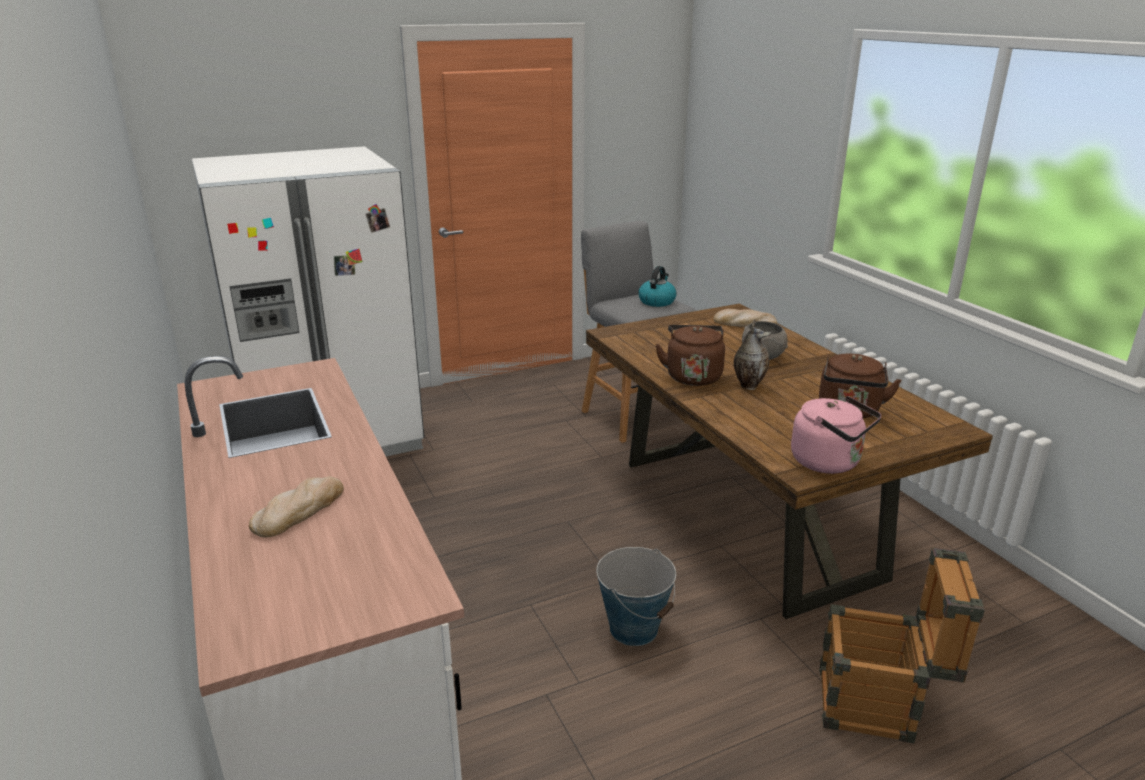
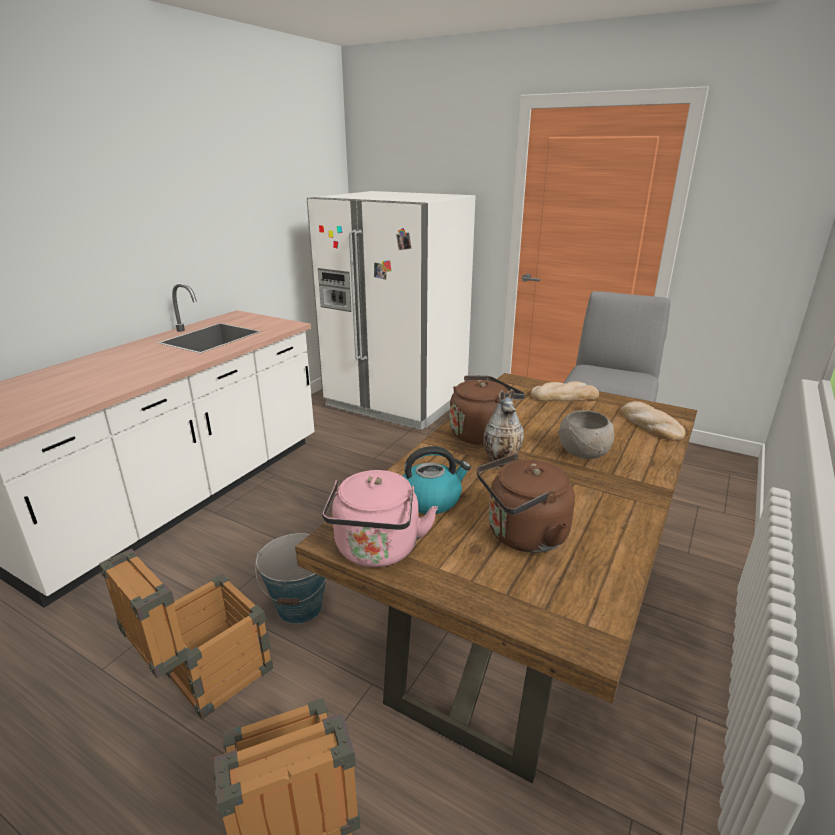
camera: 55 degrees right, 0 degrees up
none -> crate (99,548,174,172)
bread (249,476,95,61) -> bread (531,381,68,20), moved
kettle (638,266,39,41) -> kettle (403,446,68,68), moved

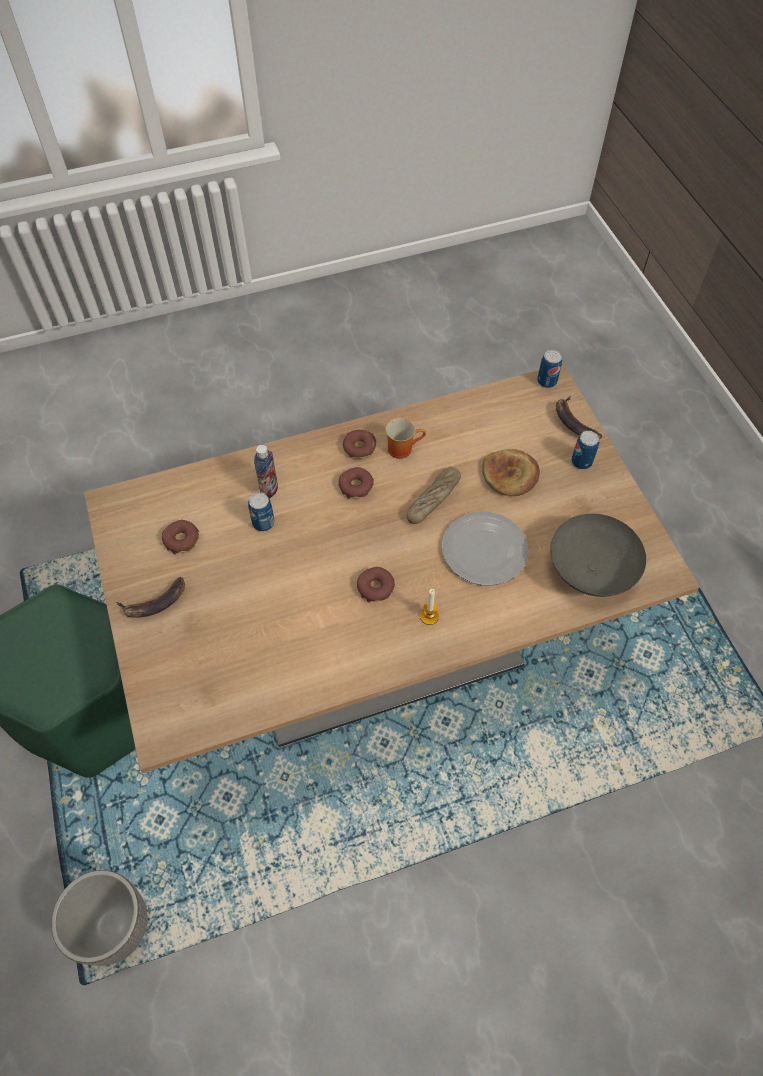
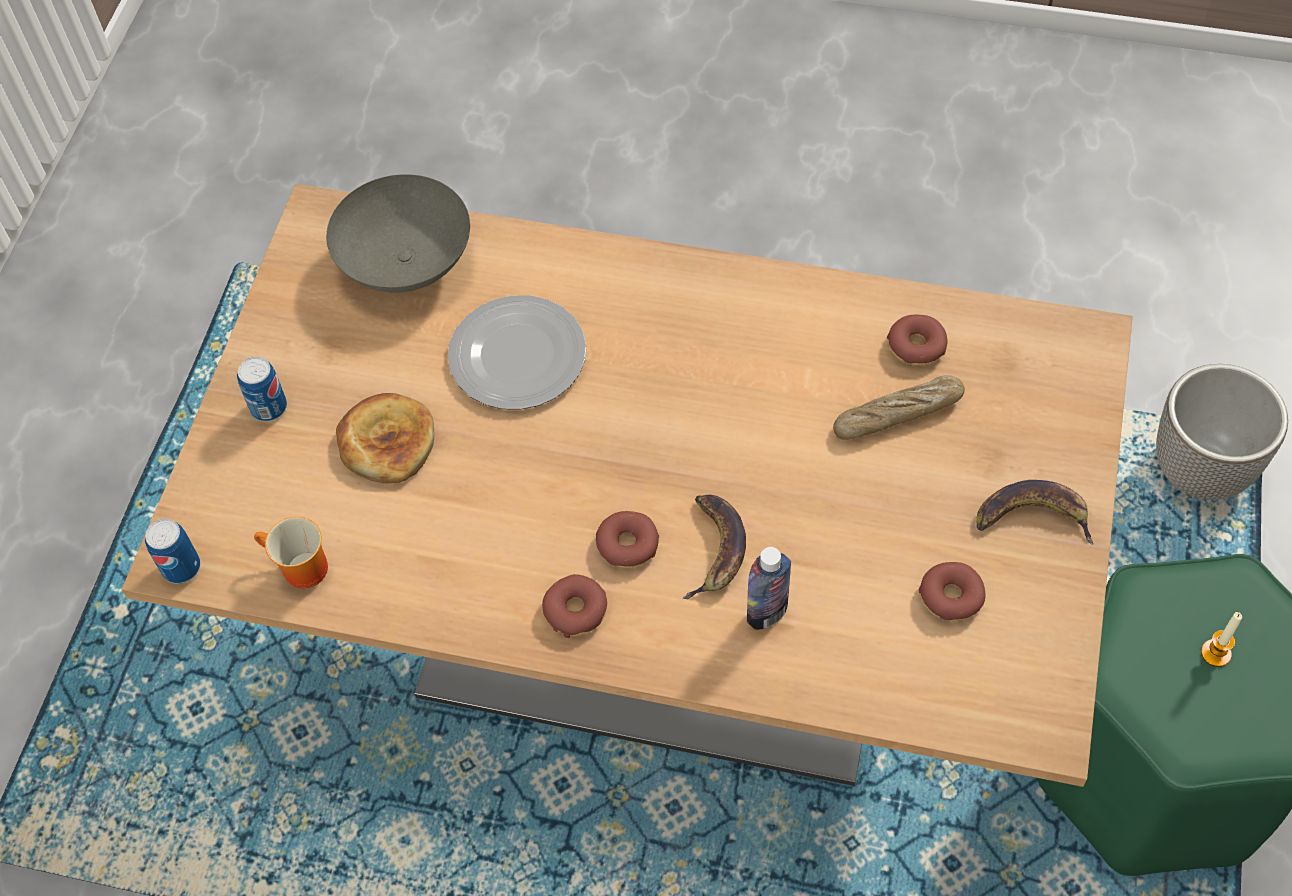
camera: 145 degrees left, 0 degrees up
can (248,492,27,40) -> none
donut (357,567,38,36) -> donut (887,315,60,51), moved
mug (385,418,41,41) -> mug (254,517,74,72), moved
bread (407,467,54,57) -> bread (833,375,132,65), moved
candle (420,589,19,36) -> candle (1201,612,41,55), moved
banana (556,396,46,43) -> banana (683,494,63,105), moved

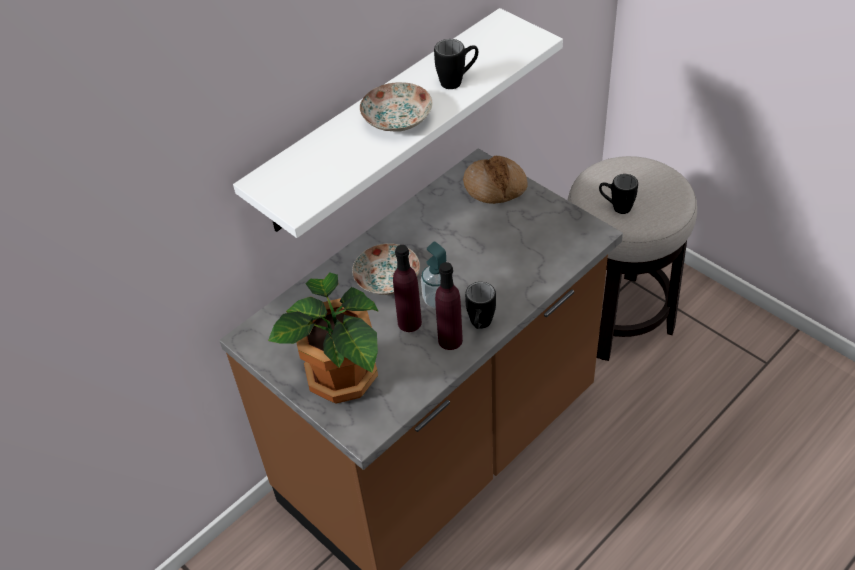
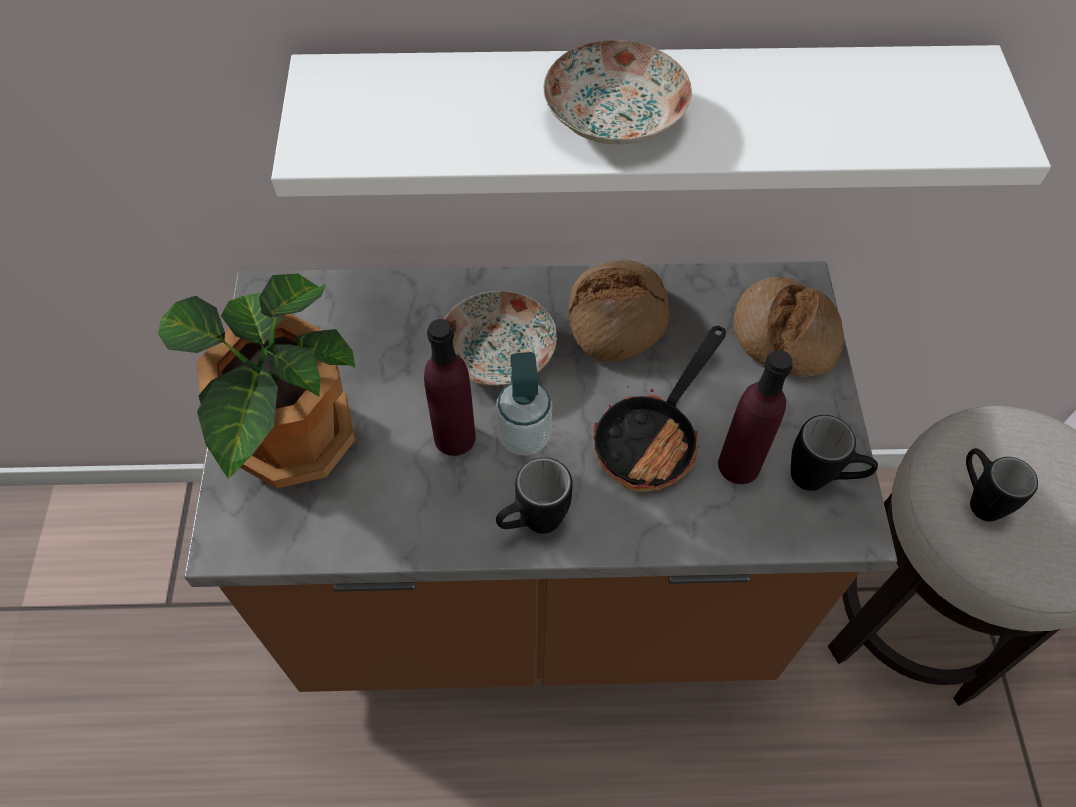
camera: 40 degrees right, 10 degrees up
none -> bread (568,259,102,103)
none -> frying pan (593,326,133,166)
black mug (434,39,44,50) -> black mug (791,415,87,76), moved
purple bottle (435,262,28,88) -> purple bottle (718,350,75,134), moved

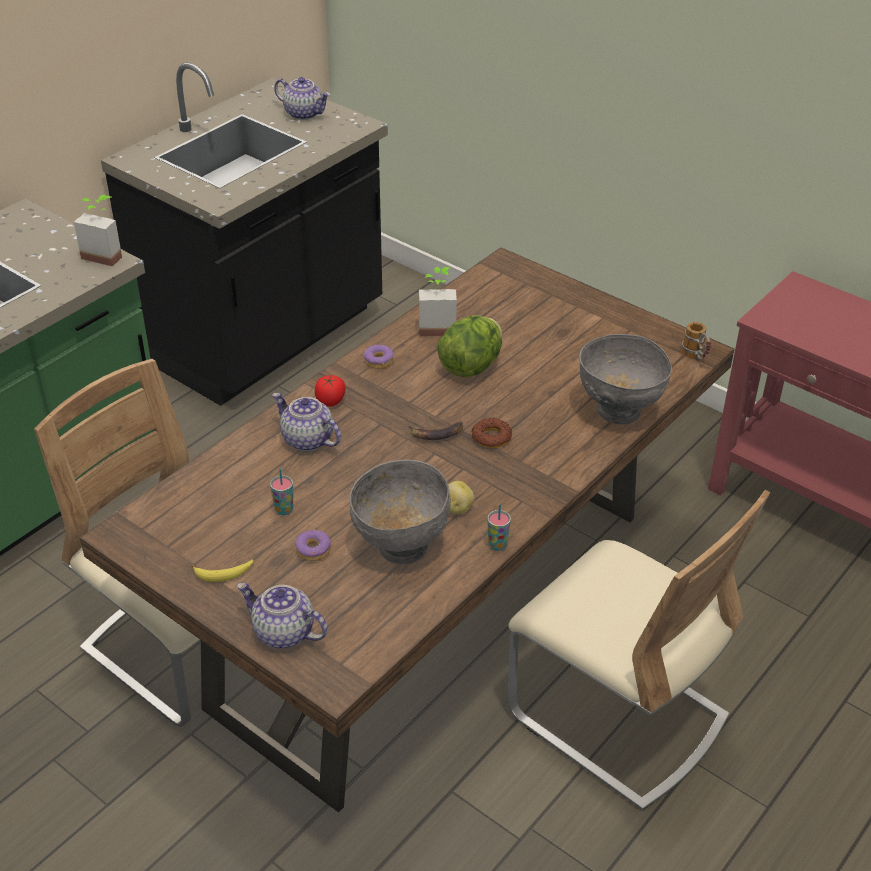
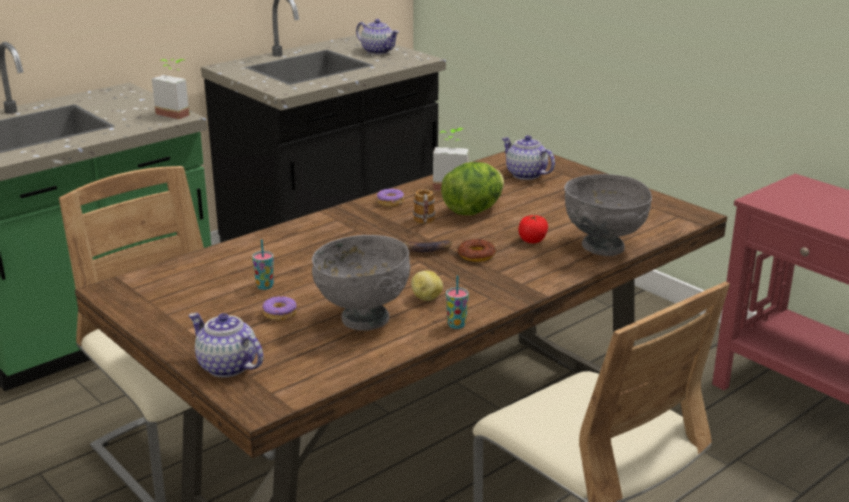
camera: 10 degrees right, 15 degrees down
banana (191,560,63,22) -> none
teapot (272,392,69,59) -> teapot (502,135,53,45), moved
tomato (315,375,31,32) -> tomato (518,215,30,28), moved
mug (682,322,29,38) -> mug (413,189,22,35), moved

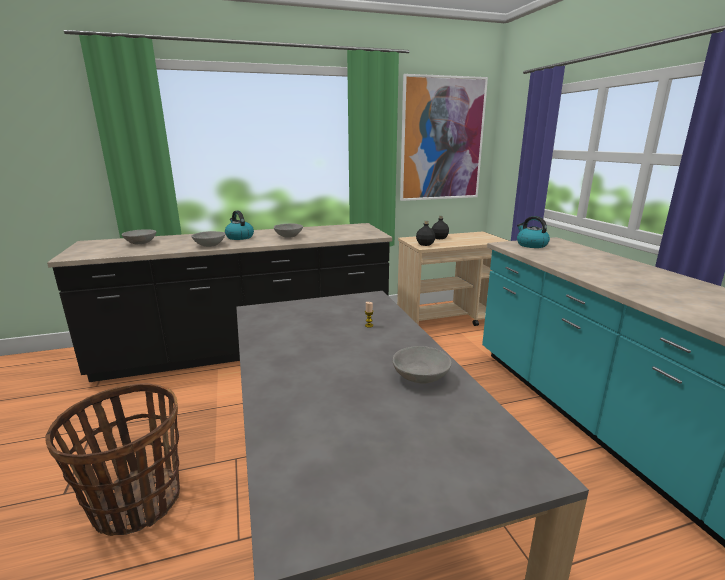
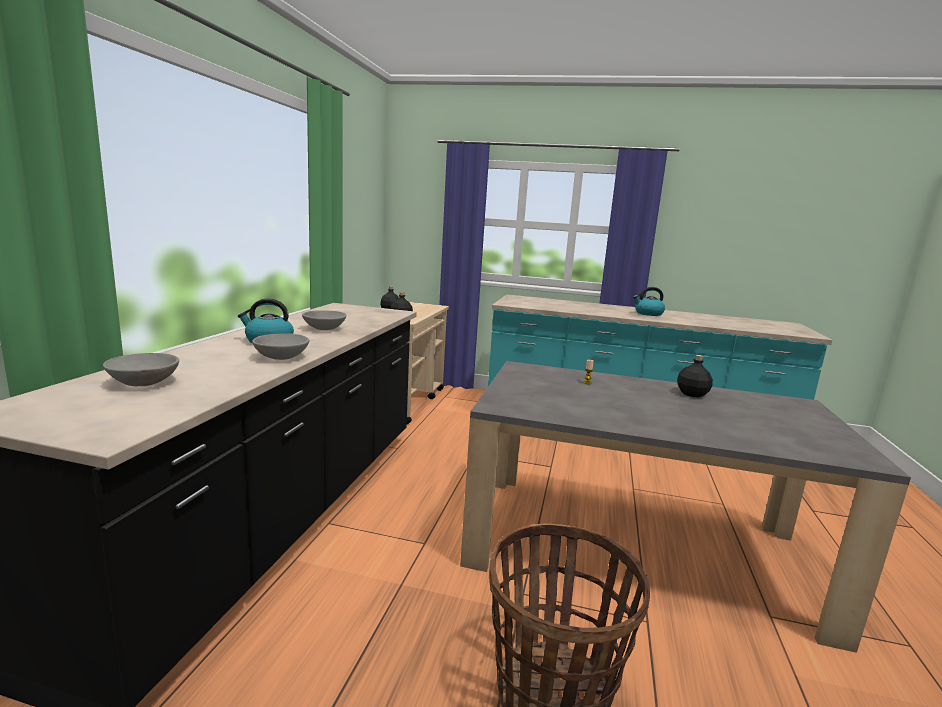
camera: 60 degrees left, 5 degrees down
picture (400,74,88,127) -> none
kettle (517,216,33,32) -> kettle (633,287,32,29), moved
grey bowl (393,346,59,38) -> black bottle (677,355,36,42)

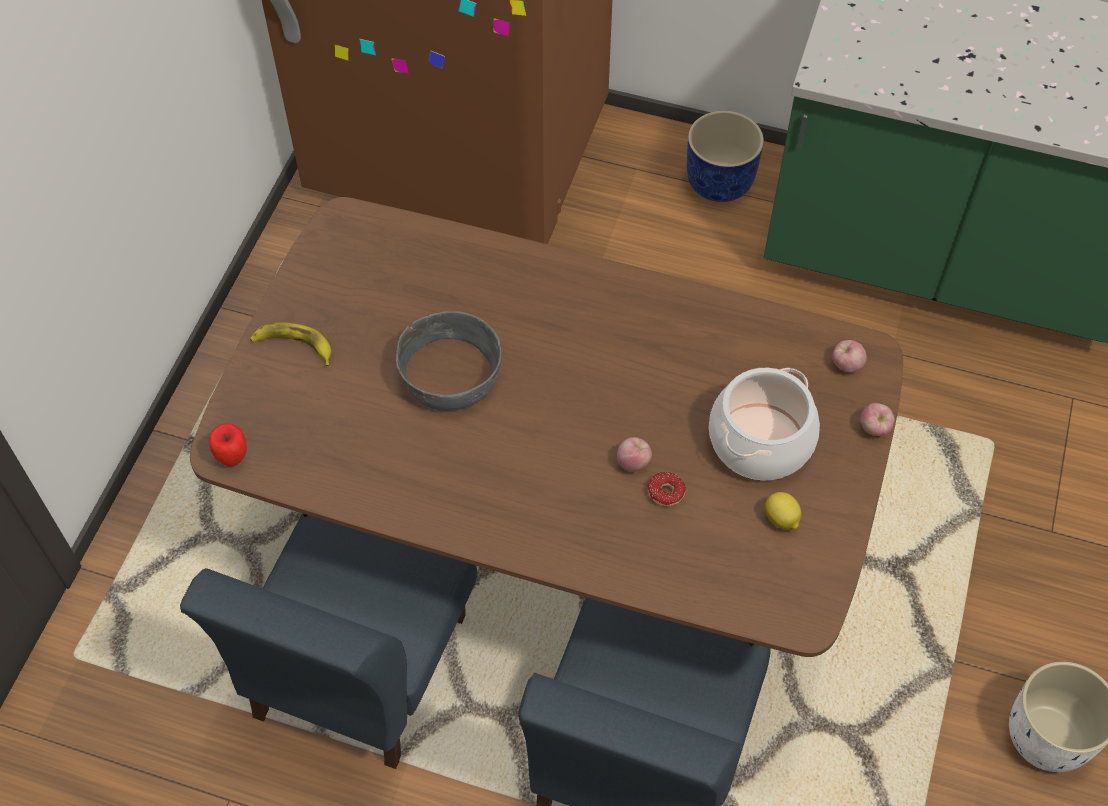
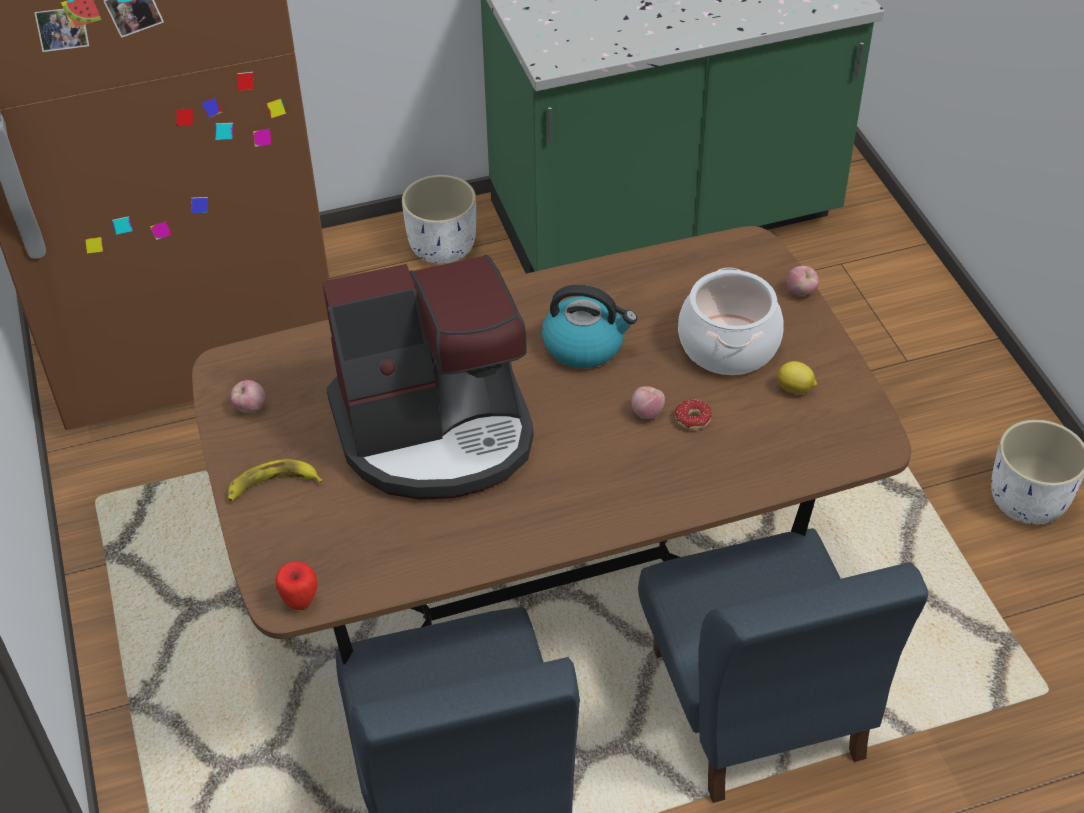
camera: 35 degrees left, 10 degrees down
none -> kettle (542,285,95,83)
apple (832,340,35,33) -> apple (231,380,35,33), moved
grey bowl (396,311,106,100) -> coffee machine (322,255,212,245)
blue planter (687,111,77,91) -> white planter (402,175,74,89)

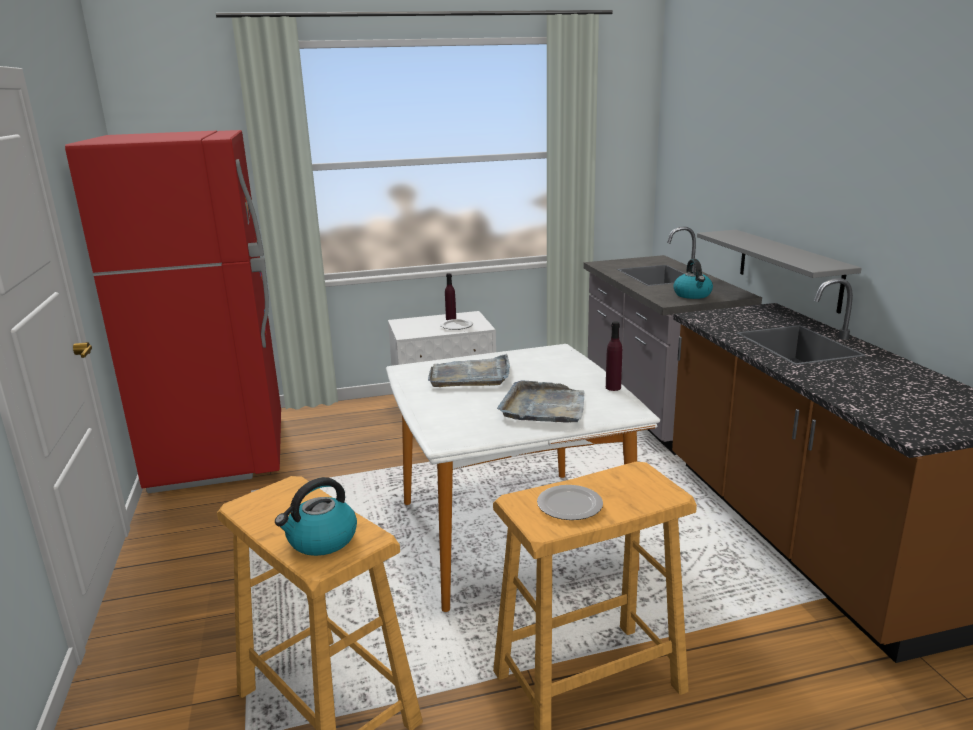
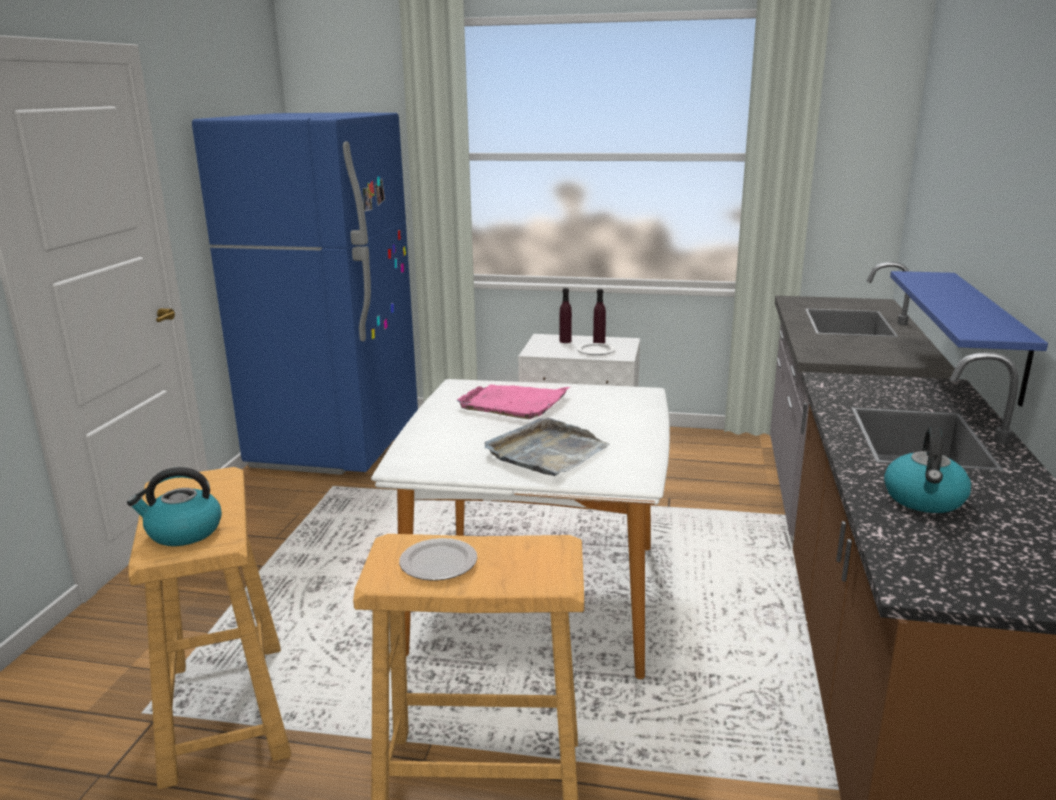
camera: 25 degrees right, 0 degrees up
purple bottle (606,321,16,70) -> purple bottle (559,288,13,55), moved
kettle (673,259,40,40) -> kettle (884,427,87,86), moved
red fridge (65,130,216,363) -> blue fridge (192,112,226,363)
grey tray (428,354,82,33) -> pink tray (457,384,113,35)
grey shelf (697,230,165,84) -> blue shelf (890,271,158,135)

